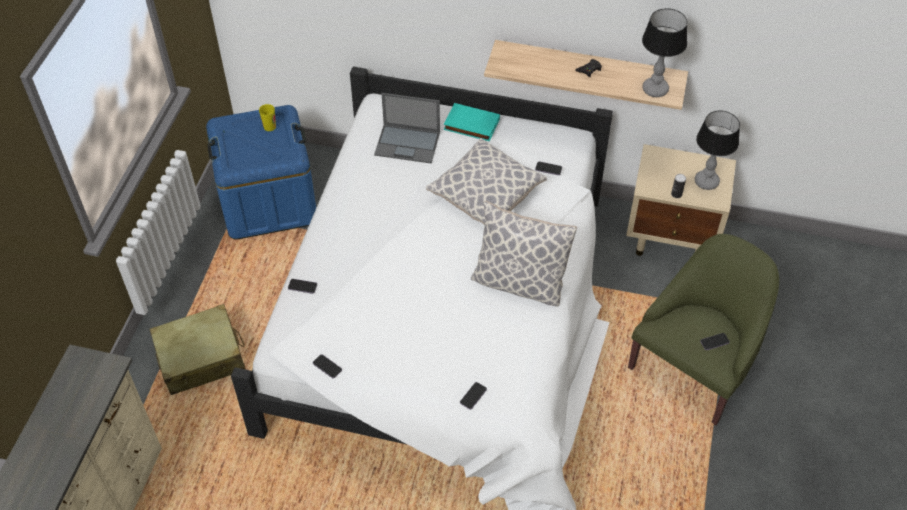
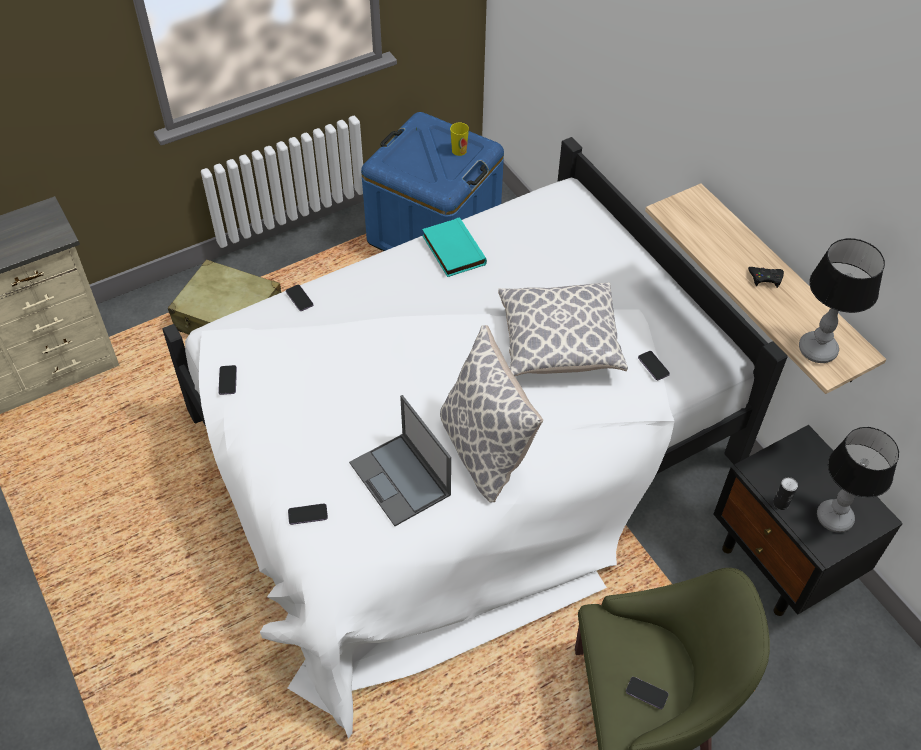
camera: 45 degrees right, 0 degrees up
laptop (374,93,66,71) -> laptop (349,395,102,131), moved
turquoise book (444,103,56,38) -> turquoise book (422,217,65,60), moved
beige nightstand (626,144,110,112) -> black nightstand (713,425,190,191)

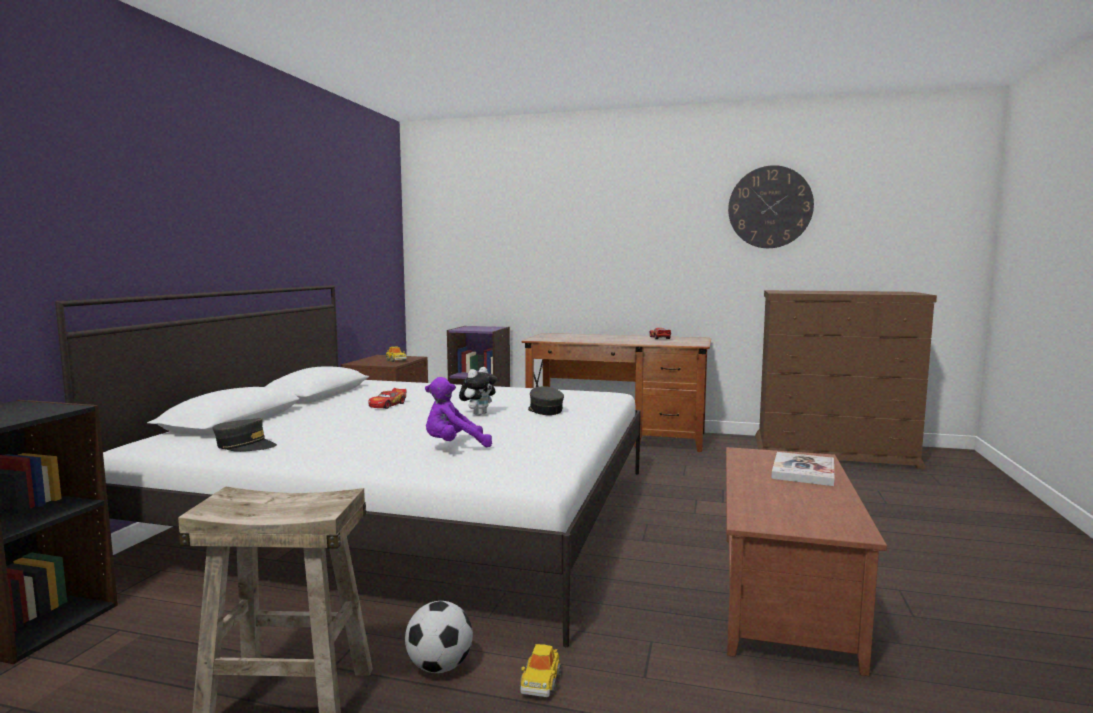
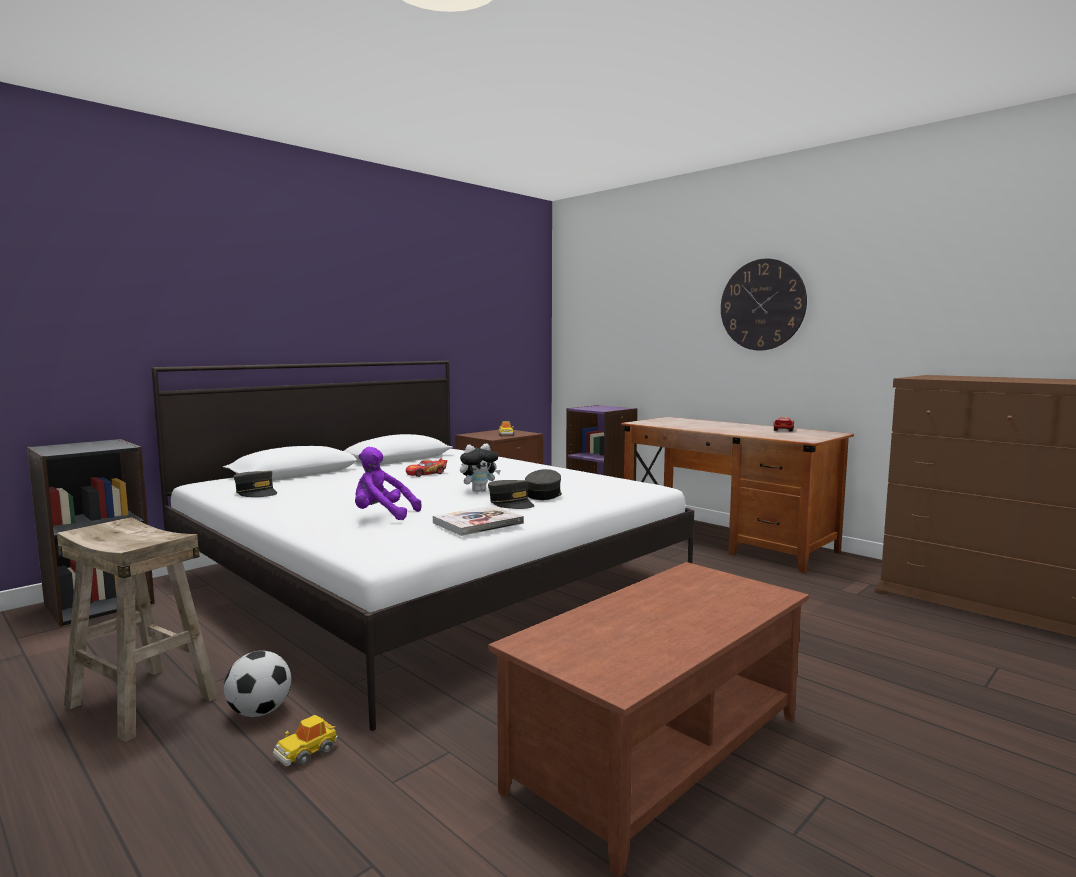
camera: 30 degrees right, 0 degrees up
none -> grey cap (488,480,46,29)
wall clock (728,165,86,83) -> wall clock (721,259,86,91), moved
book (771,452,63,34) -> book (433,506,91,30), moved

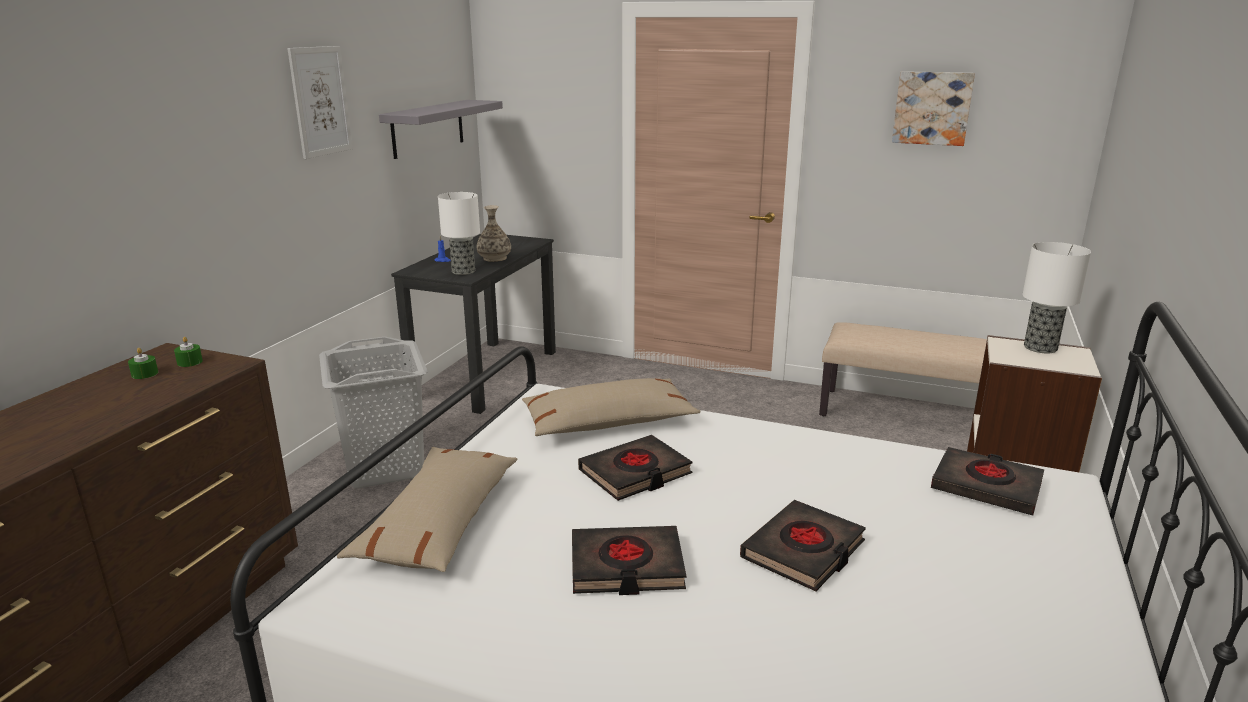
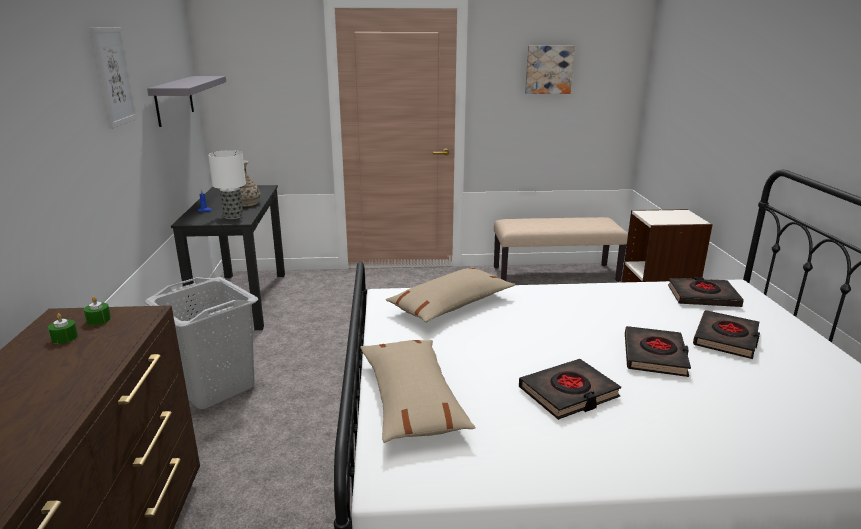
camera: 25 degrees left, 0 degrees up
table lamp (1022,242,69,112) -> none
black book (578,435,114,66) -> black book (693,310,67,49), moved

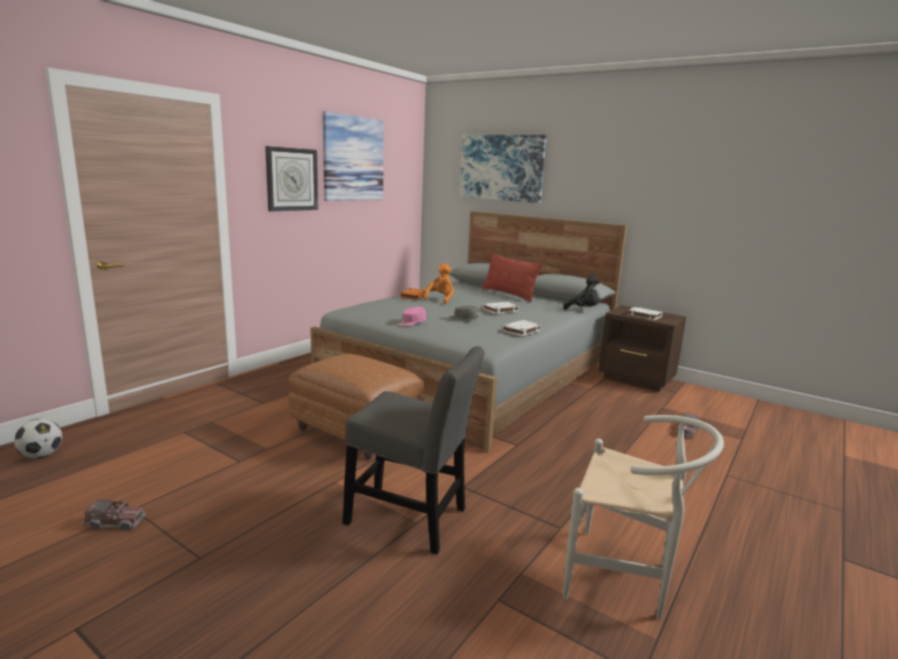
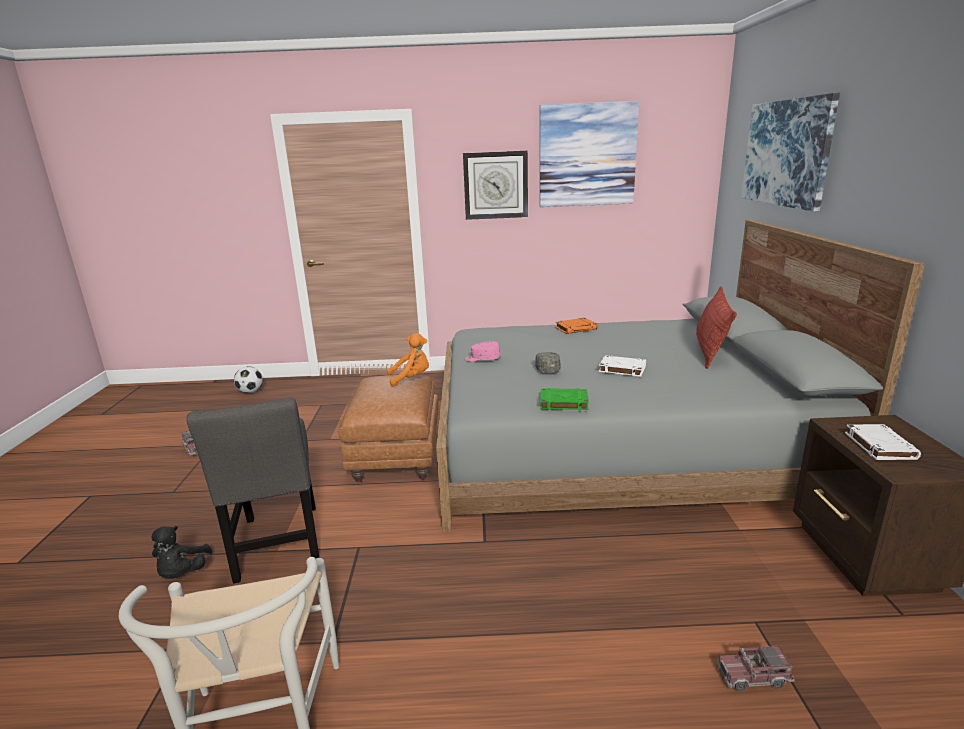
camera: 55 degrees right, 5 degrees up
orange plush toy (424,264,30,40) -> orange plush toy (387,333,42,54), moved
black plush toy (563,275,37,34) -> black plush toy (152,526,60,53), moved
white book (502,320,39,16) -> green book (540,388,49,22)

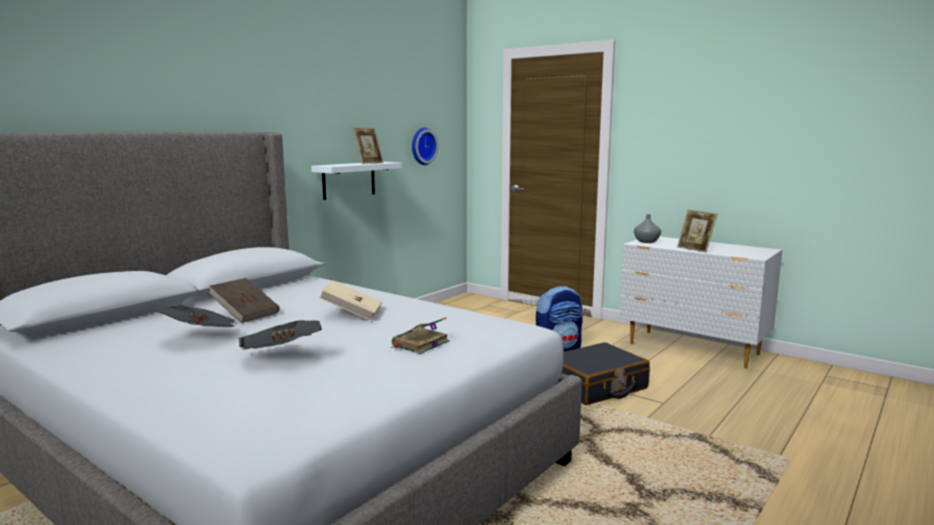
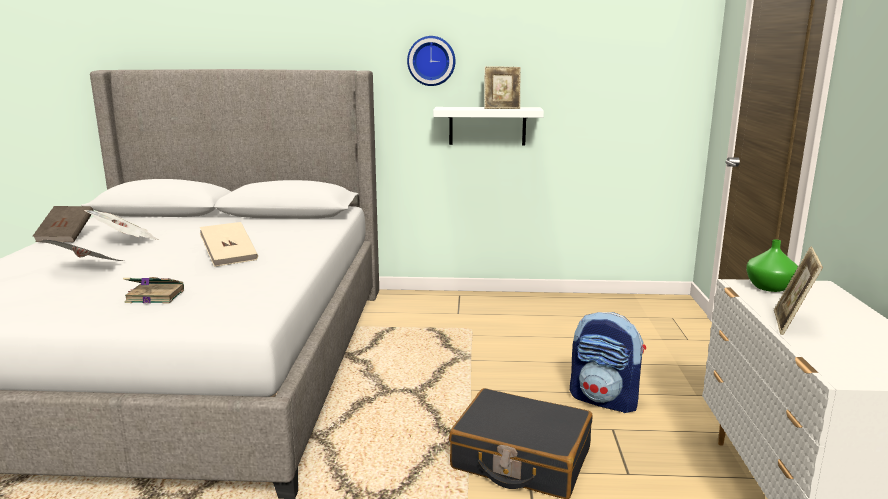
camera: 55 degrees right, 5 degrees up
brown book (208,278,71,45) -> brown book (33,206,61,36), moved
wall clock (412,128,27,37) -> wall clock (407,36,48,50), moved
grey vase (634,214,27,29) -> green vase (746,239,52,53)

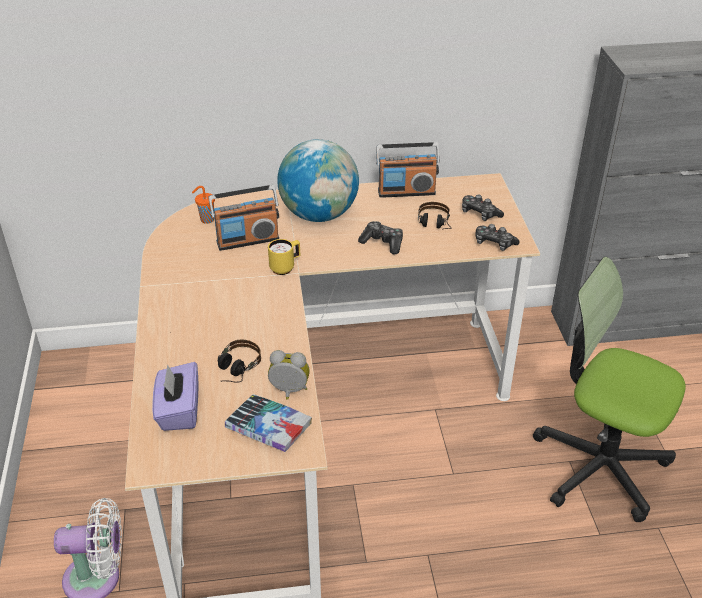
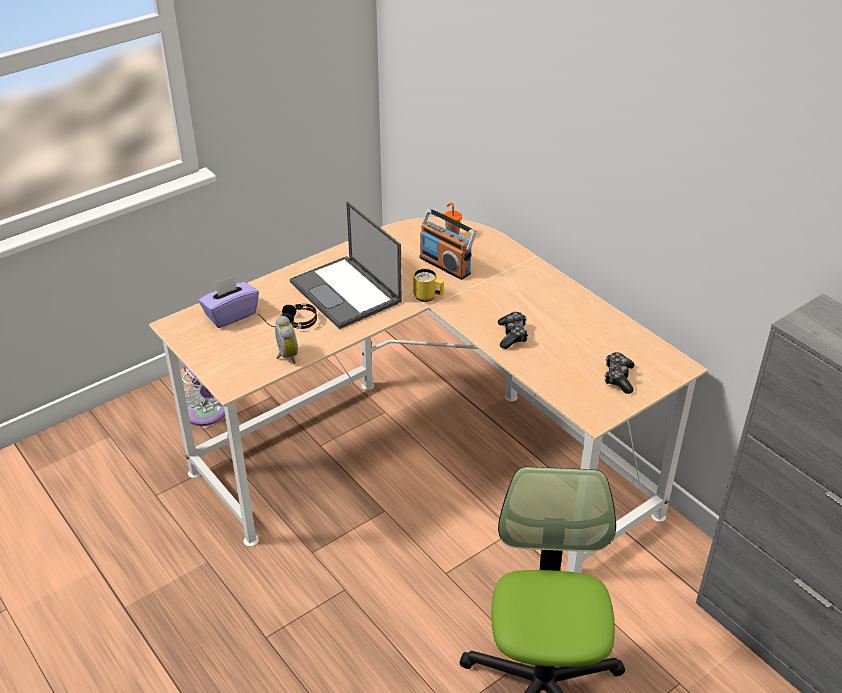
camera: 60 degrees right, 0 degrees up
book (225,394,87,58) -> none
globe (277,139,82,83) -> none
radio (376,142,64,56) -> none
headphones (418,202,34,28) -> none
game controller (475,224,45,27) -> none
none -> laptop (290,201,112,128)

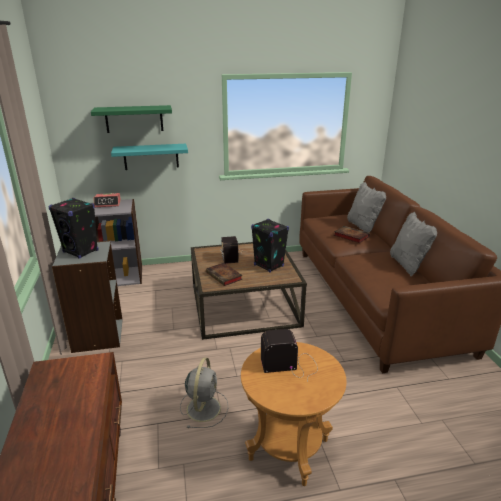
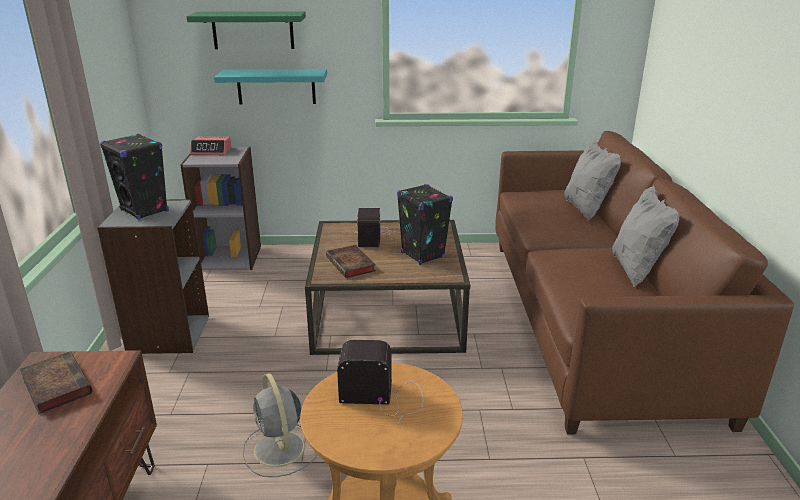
camera: 10 degrees right, 0 degrees up
book (334,226,36,17) -> book (20,352,72,63), moved
grey fan (180,358,48,70) -> grey fan (243,373,75,104), 135 degrees clockwise

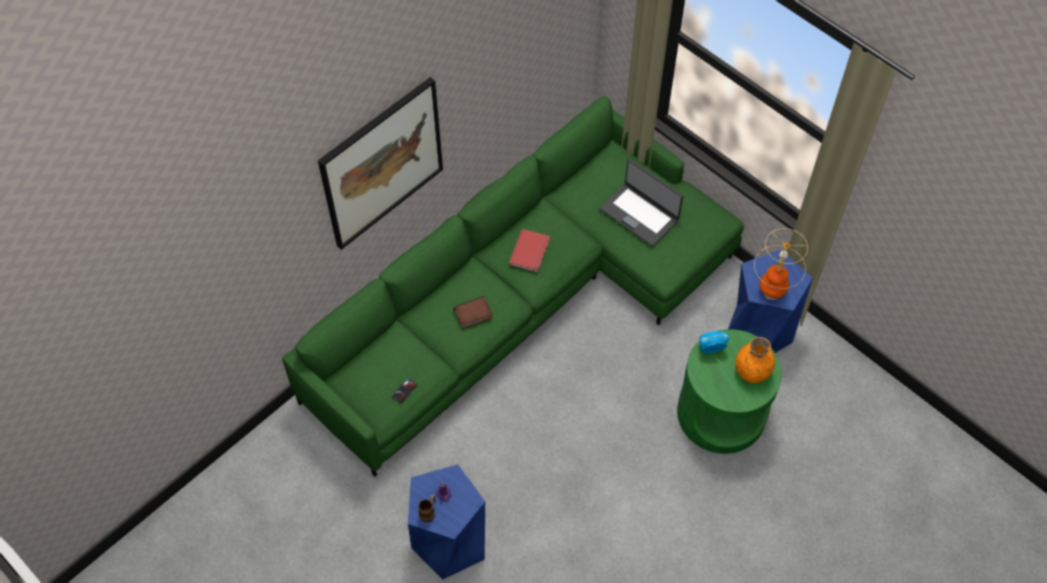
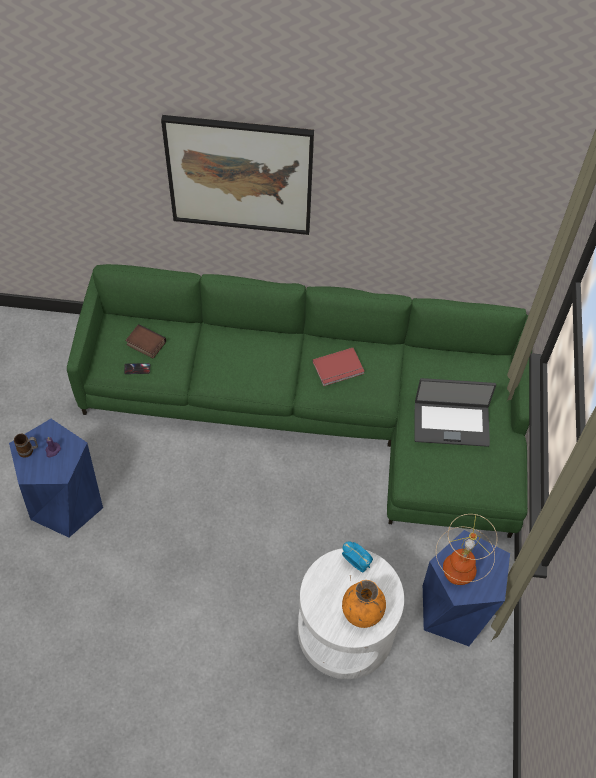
camera: 50 degrees right, 0 degrees up
book (454,296,39,33) -> book (125,324,41,35), moved
green side table (677,329,105,125) -> white side table (298,548,106,131)
laptop (600,159,83,88) -> laptop (414,378,82,69), 90 degrees counterclockwise

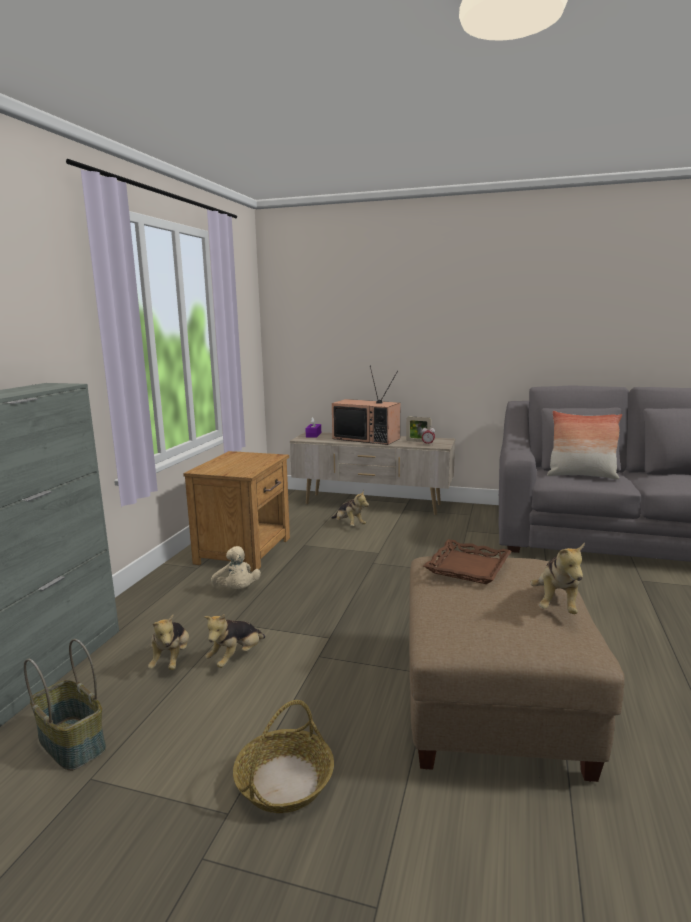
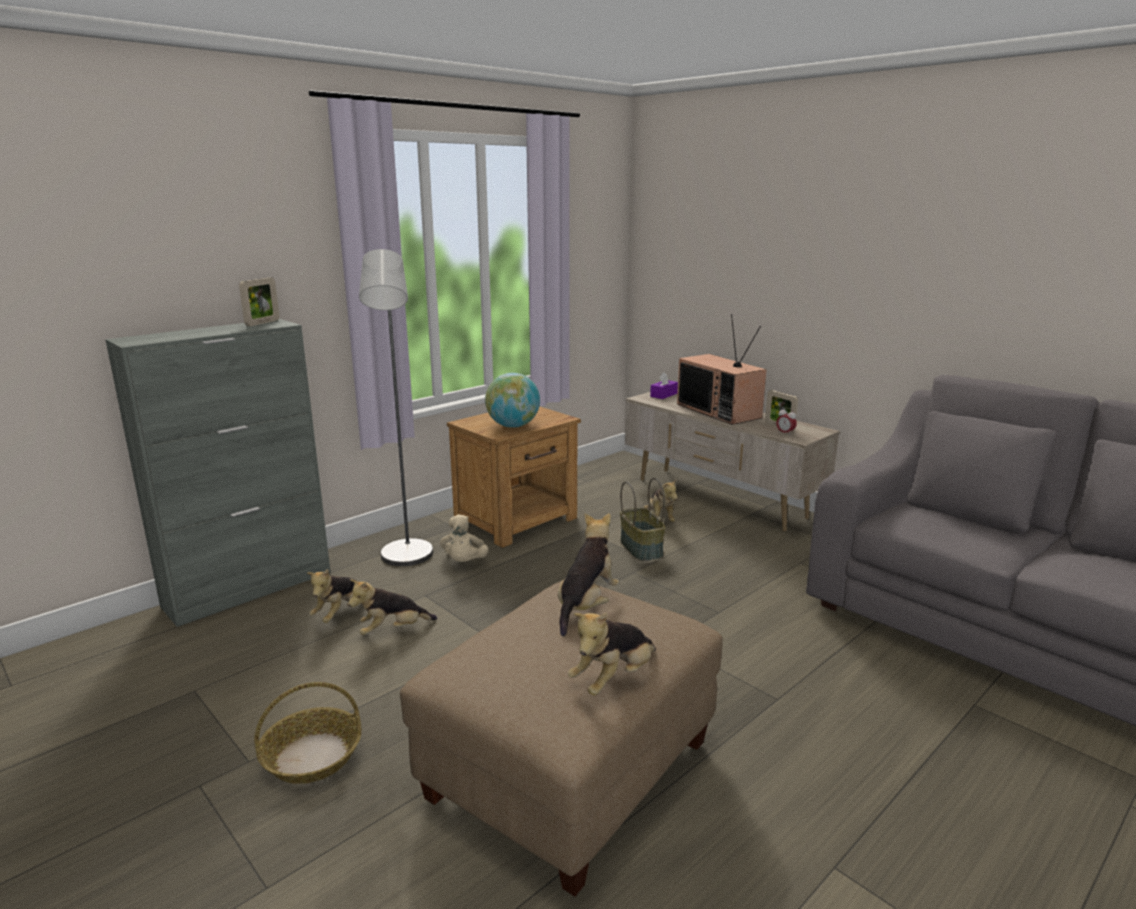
camera: 30 degrees right, 5 degrees up
pillow (547,411,75,68) -> none
none -> picture frame (239,277,40,49)
none -> grey floor lamp (359,249,74,317)
none -> globe (485,373,55,55)
basket (24,639,82,132) -> basket (620,478,46,83), moved
brown tray (424,539,87,45) -> plush toy (558,513,62,124)

